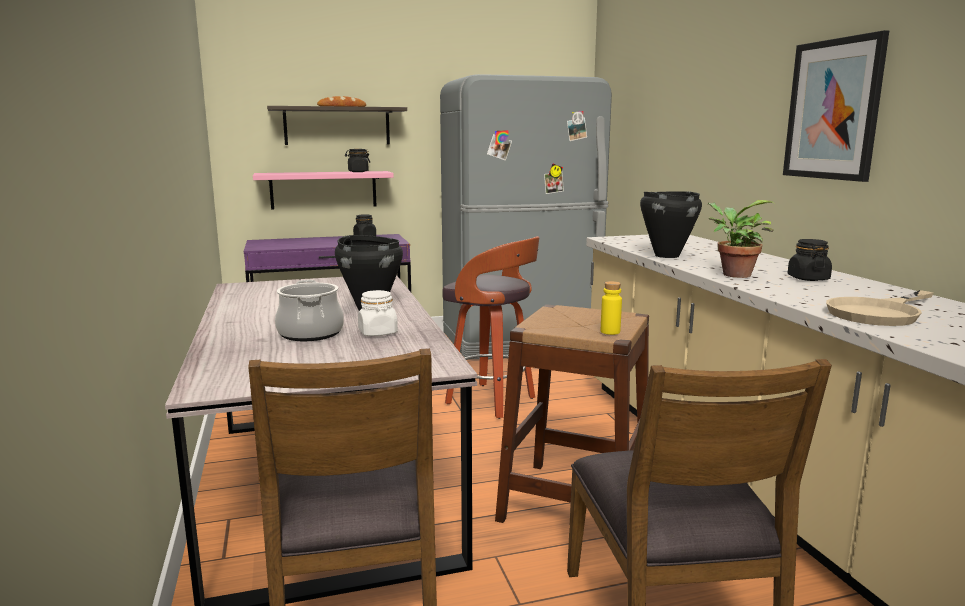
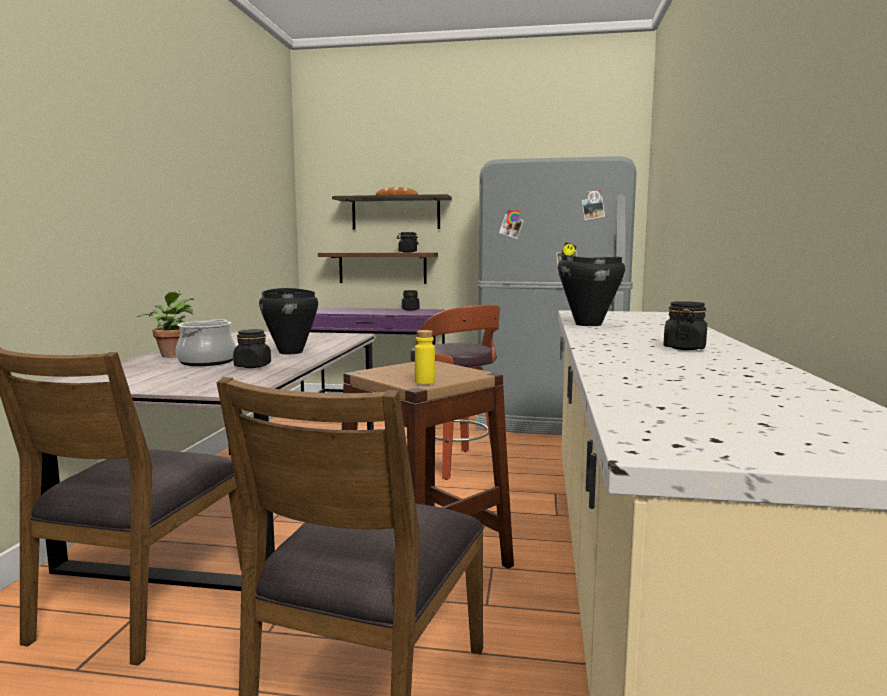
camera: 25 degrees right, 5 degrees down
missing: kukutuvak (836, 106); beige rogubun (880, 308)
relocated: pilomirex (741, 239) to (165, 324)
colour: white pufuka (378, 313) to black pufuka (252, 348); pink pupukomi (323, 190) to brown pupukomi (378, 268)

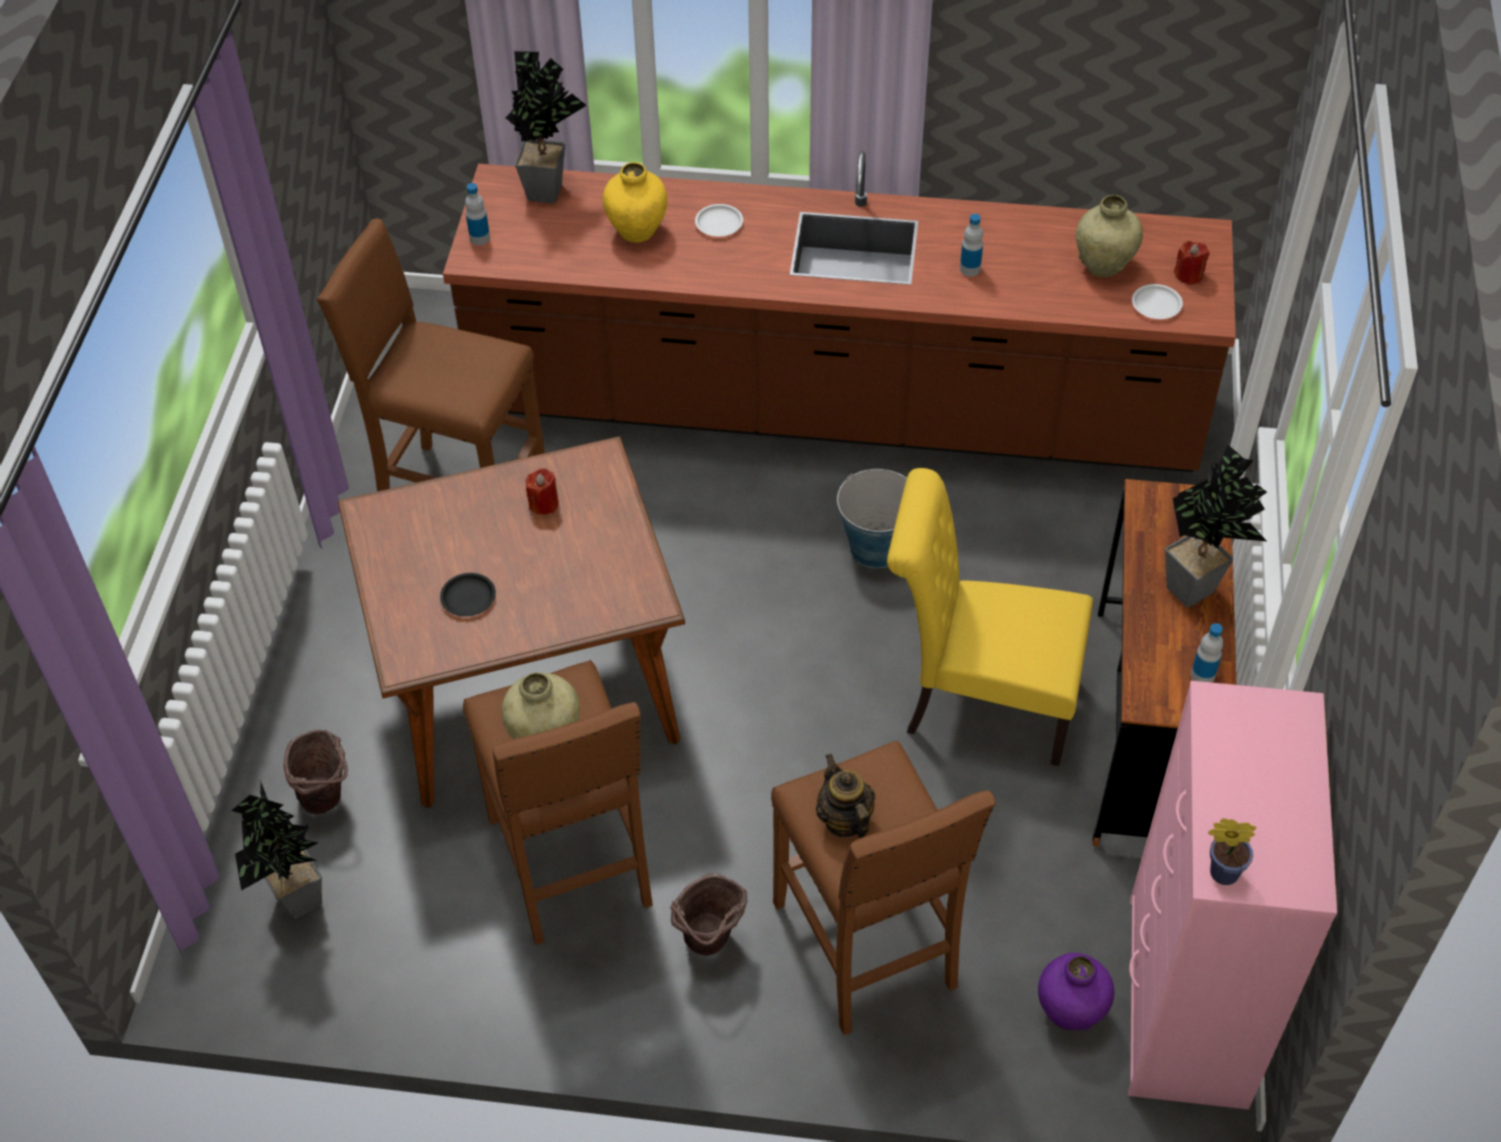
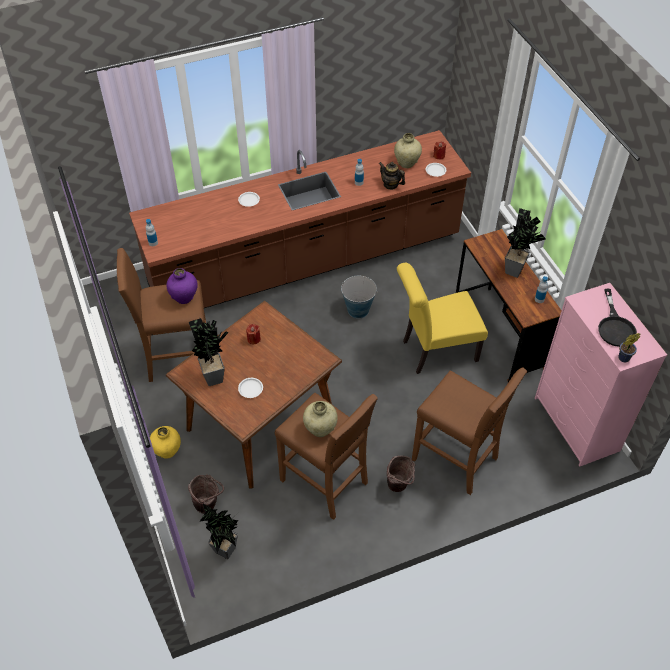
camera: 30 degrees left, 0 degrees up
appeared: black rogubun (617, 318)
relocated: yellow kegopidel (635, 202) to (165, 442); purple kegopidel (1076, 991) to (182, 286); pilomirex (546, 127) to (209, 352); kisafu (845, 796) to (392, 176)
colour: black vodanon (468, 595) to white vodanon (250, 388)

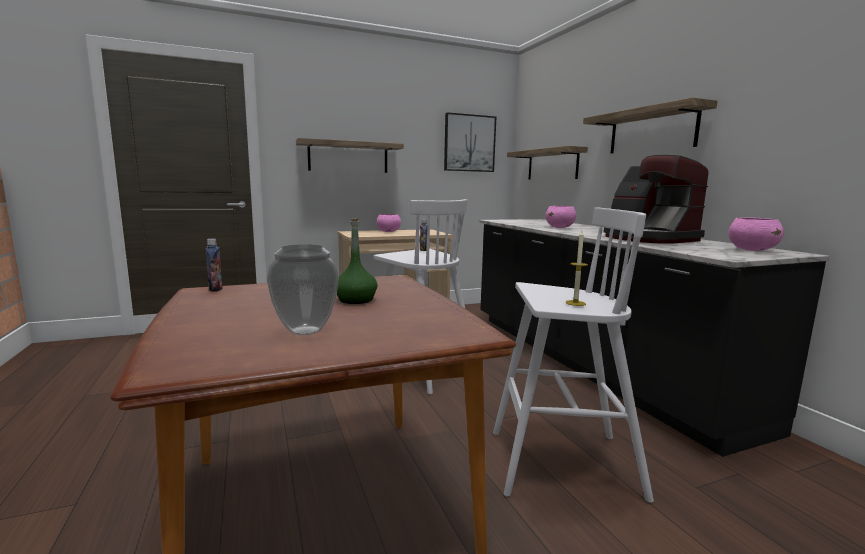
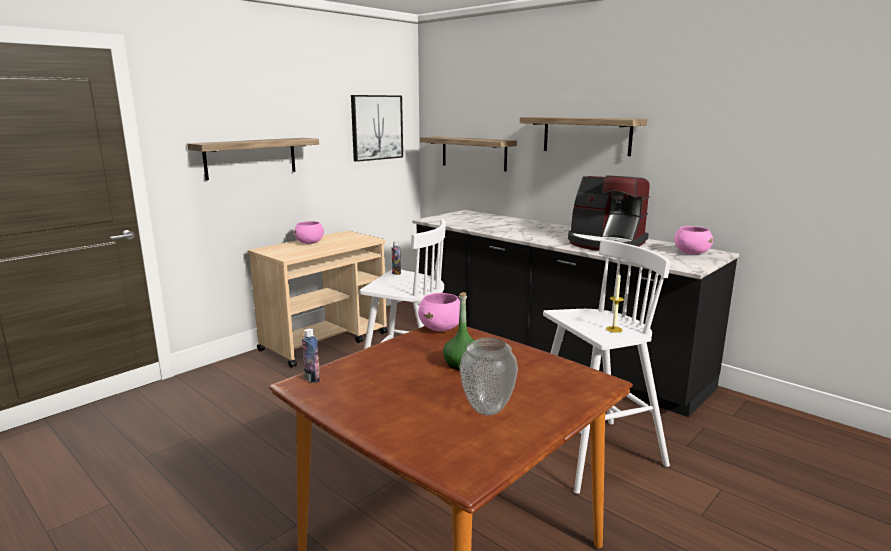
camera: 25 degrees left, 5 degrees up
relocated: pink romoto (560, 217) to (439, 312)

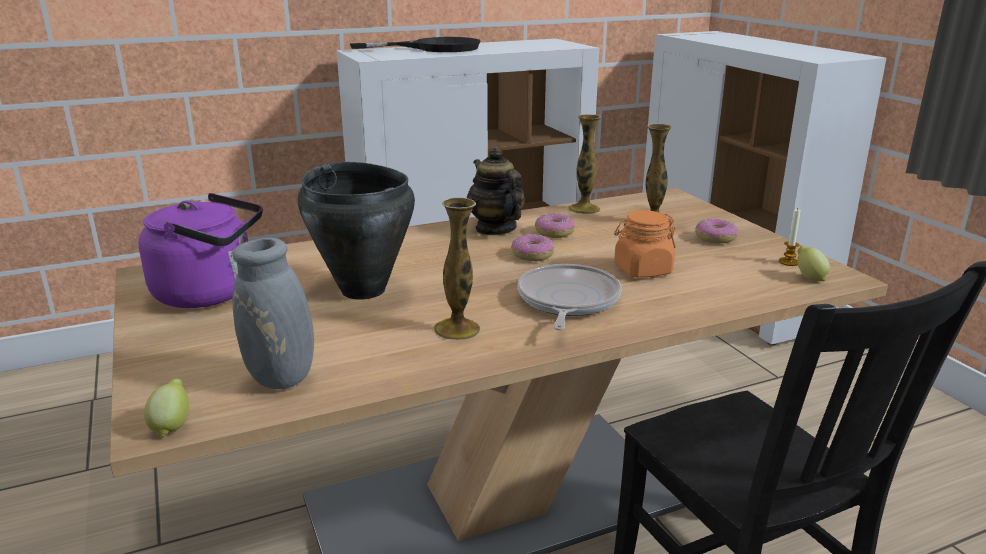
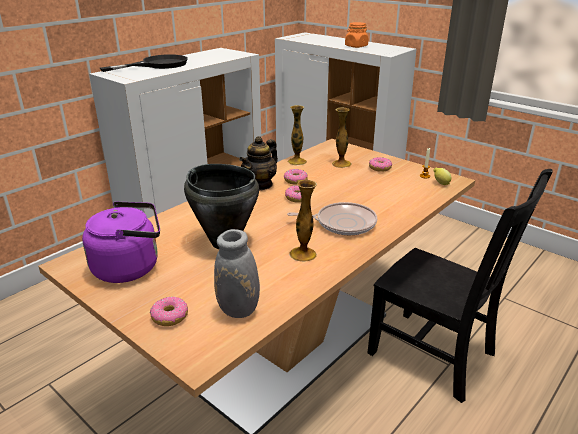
camera: 25 degrees left, 5 degrees up
missing: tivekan (166, 408)
appeared: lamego (169, 311)
relocated: orange pufuka (645, 244) to (356, 35)
spun: kisafu (496, 191) = (258, 163) 90 degrees counterclockwise; rogubun (569, 297) = (332, 218) 105 degrees clockwise

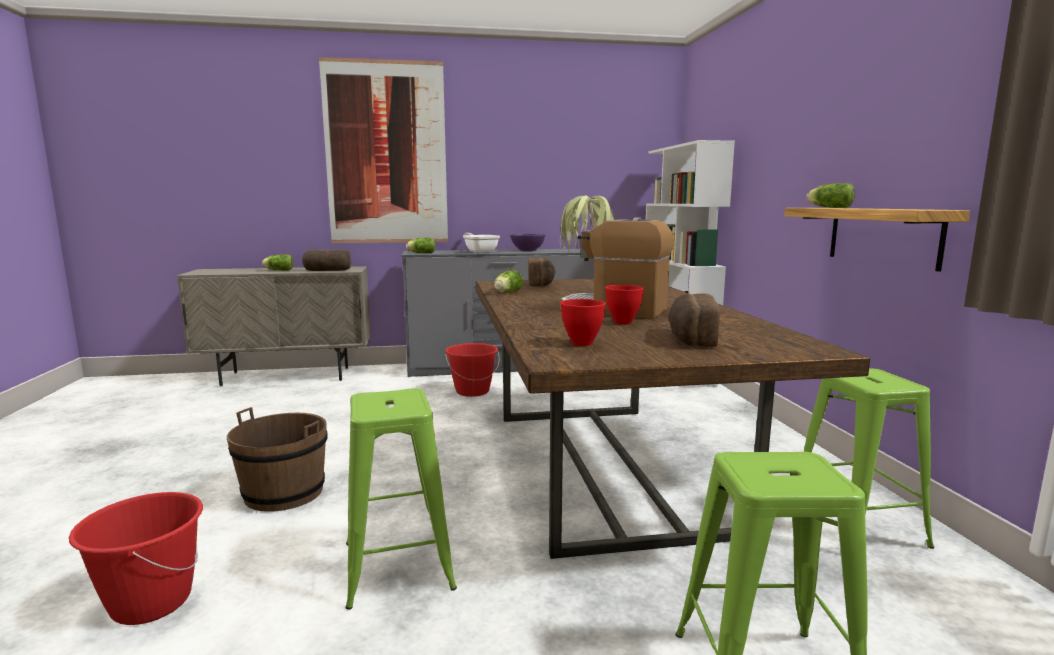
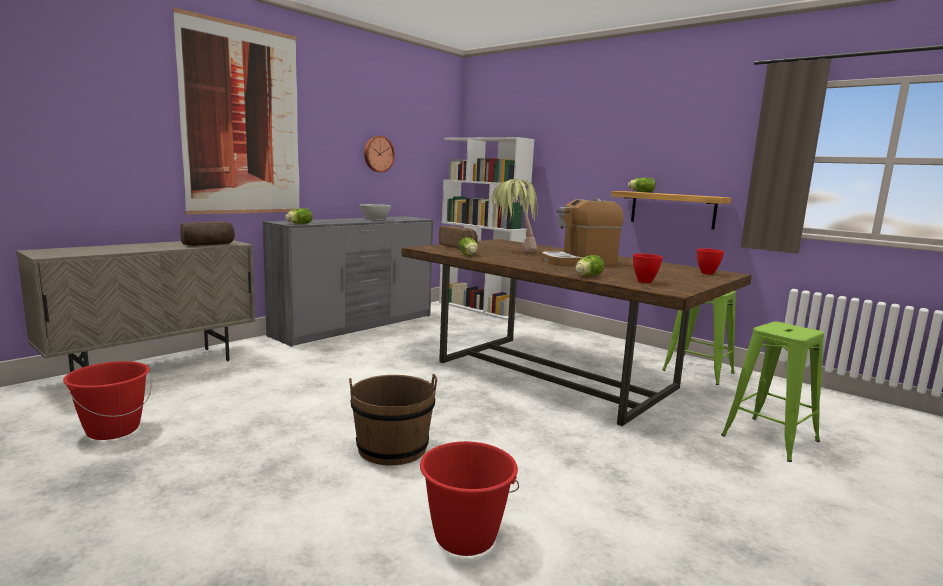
camera: 40 degrees left, 0 degrees up
missing: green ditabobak (401, 499); rogubun (481, 243); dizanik (694, 320)
appeared: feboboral (379, 154)
relocated: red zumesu (472, 370) to (107, 400); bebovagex (277, 262) to (589, 265); red romoto (624, 304) to (710, 261)
colour: purple romoto (528, 243) to white romoto (375, 212)

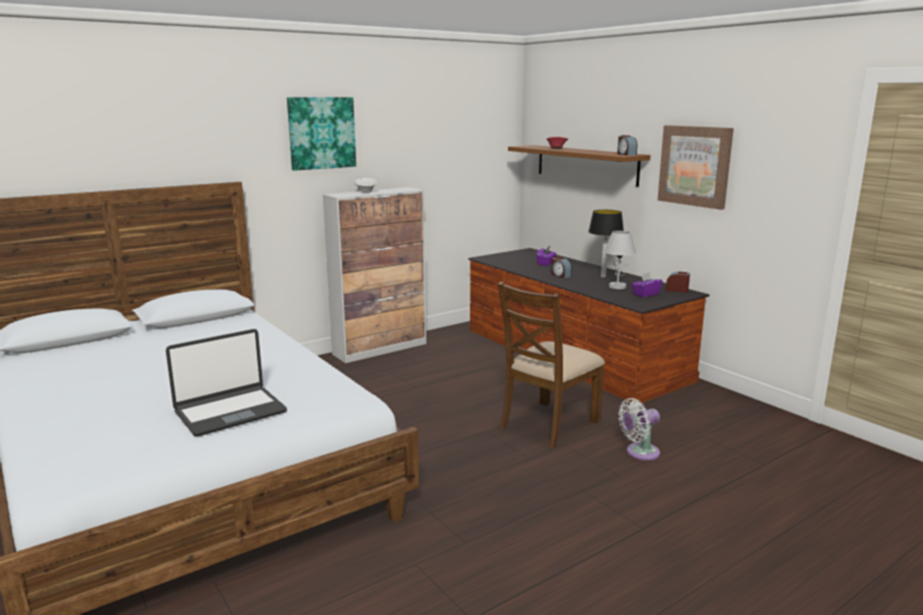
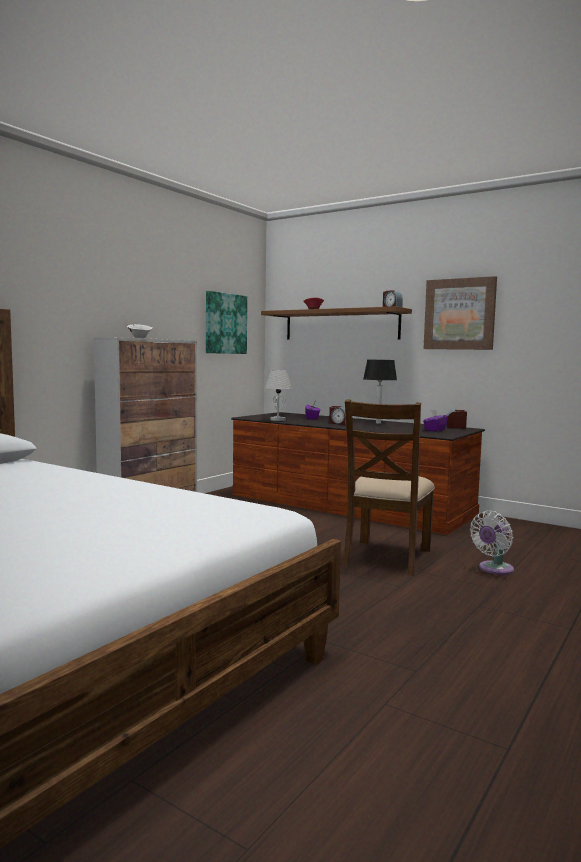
camera: 20 degrees left, 10 degrees down
missing: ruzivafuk (226, 382)
relocated: kukutuvak (321, 134) to (226, 322); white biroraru (620, 260) to (278, 395)

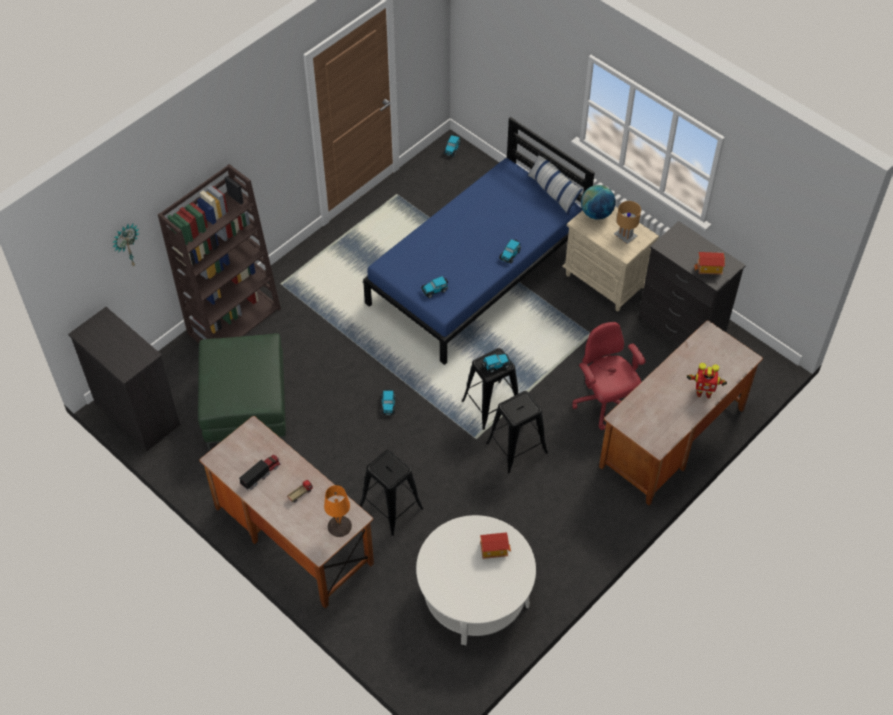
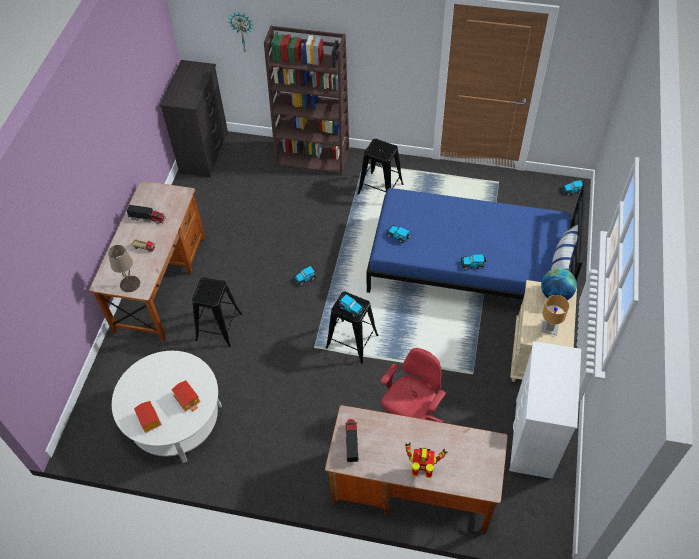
camera: 60 degrees right, 0 degrees up
missing: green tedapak (242, 391)
appeared: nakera (352, 440)
relocated: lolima (709, 263) to (148, 417); black ditabobak (517, 432) to (380, 167)
colour: orange biroraru (338, 511) to beige biroraru (124, 268); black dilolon (692, 283) to white dilolon (545, 410)
spun: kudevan (706, 381) = (426, 460) 120 degrees clockwise

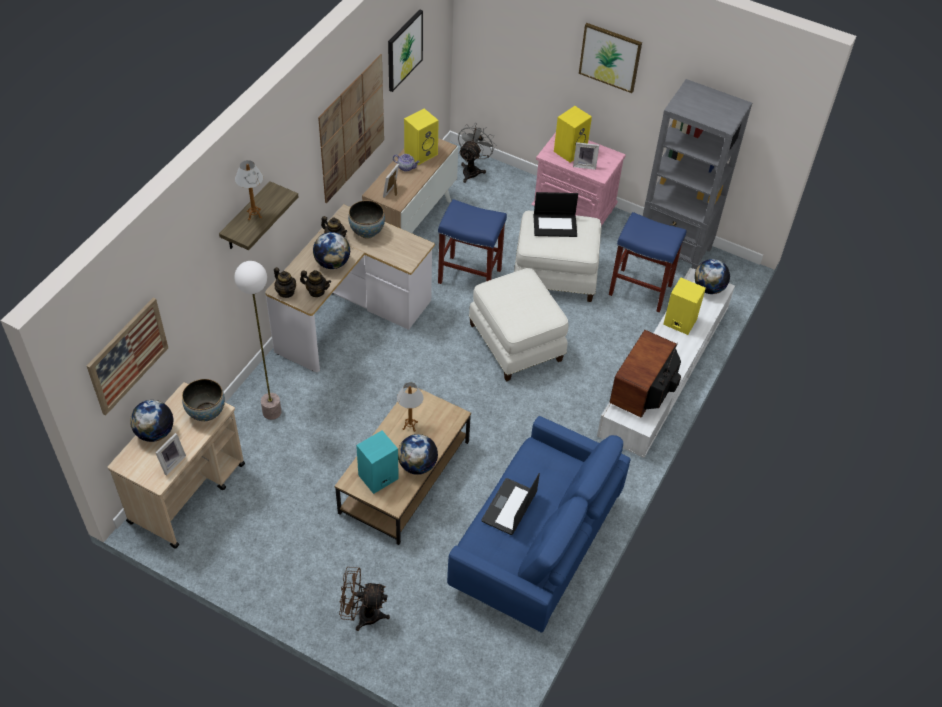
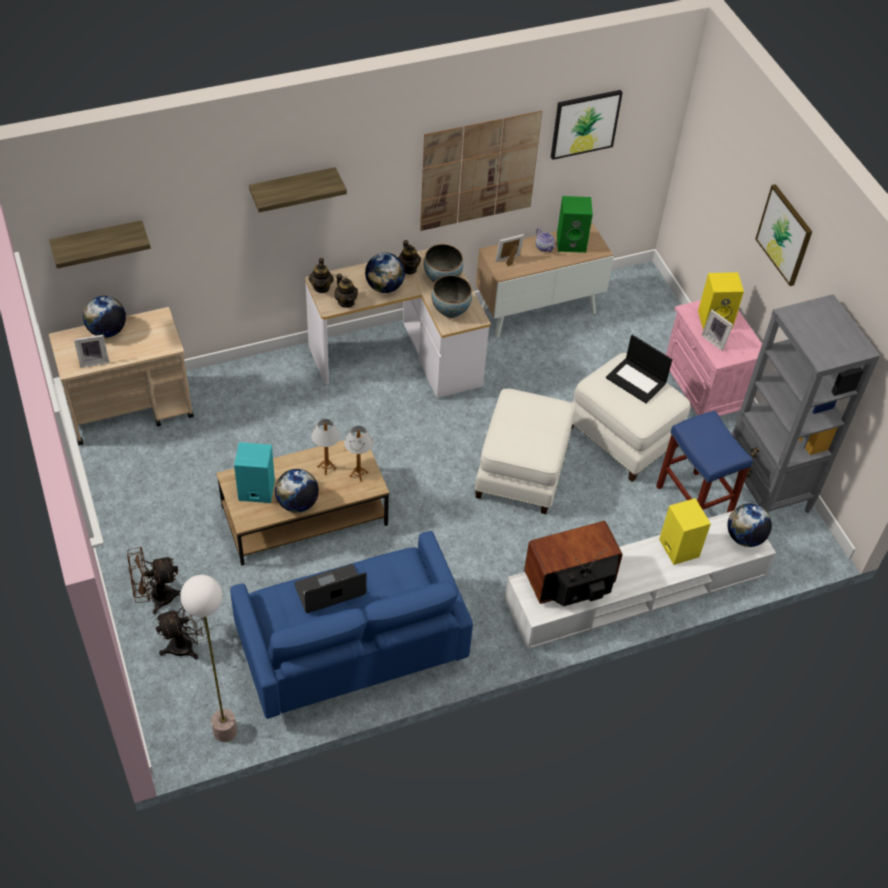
camera: 40 degrees right, 0 degrees up
missing: blue ditabobak (472, 241)
relocated: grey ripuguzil (477, 153) to (182, 625); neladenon (258, 340) to (208, 658); biroraru (249, 190) to (358, 454); romoto (203, 400) to (452, 296)
exchanged: kukutuvak (127, 356) to pupukomi (100, 244)
colour: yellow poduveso (421, 137) to green poduveso (575, 224)
spun: brown ripuguzil (364, 599) = (154, 580) 60 degrees counterclockwise

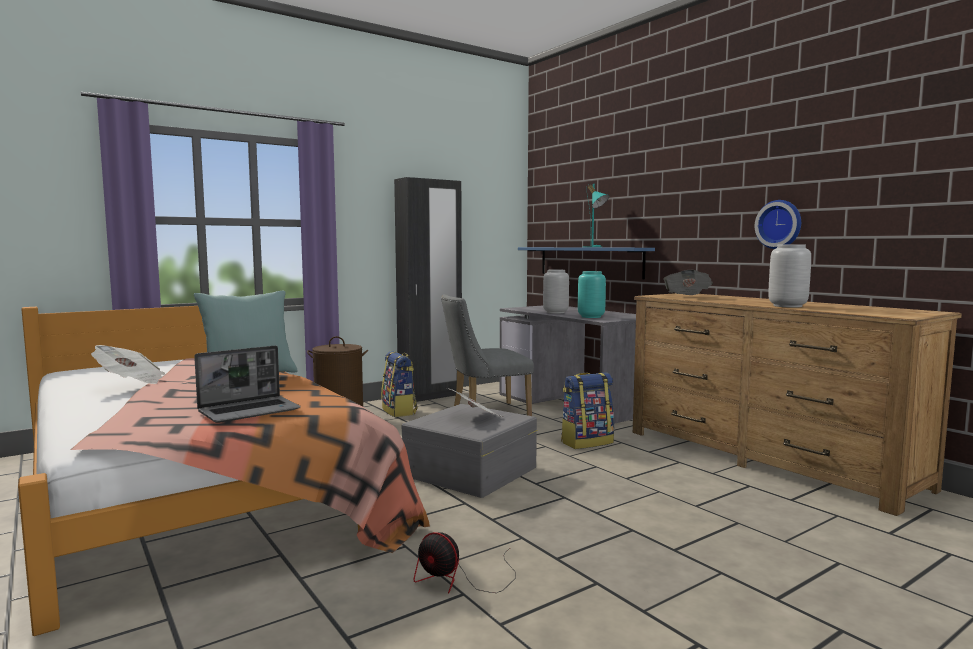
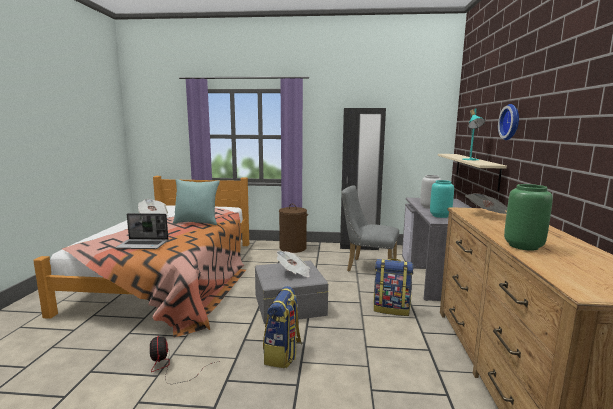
camera: 40 degrees right, 5 degrees up
relocated: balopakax (399, 384) to (282, 327); feboboral (778, 224) to (508, 122)
colour: blue pupukomi (586, 263) to beige pupukomi (472, 172); grey kegopidel (789, 276) to green kegopidel (528, 217)

